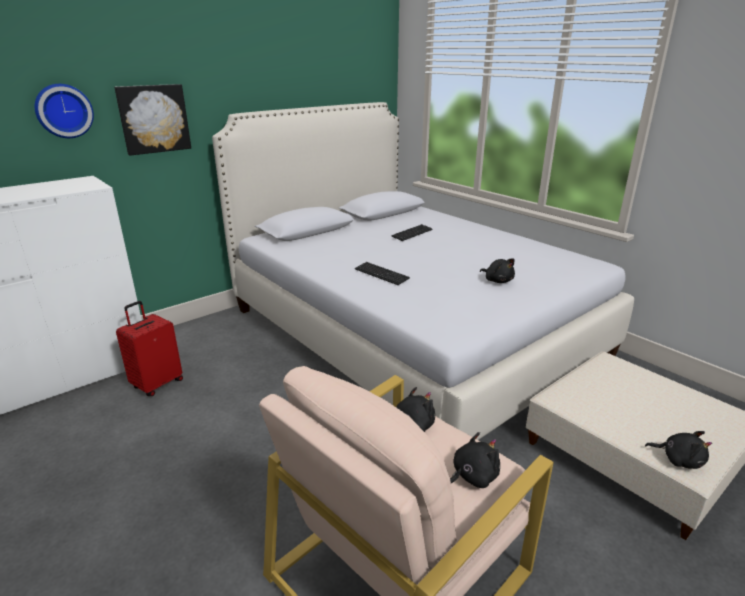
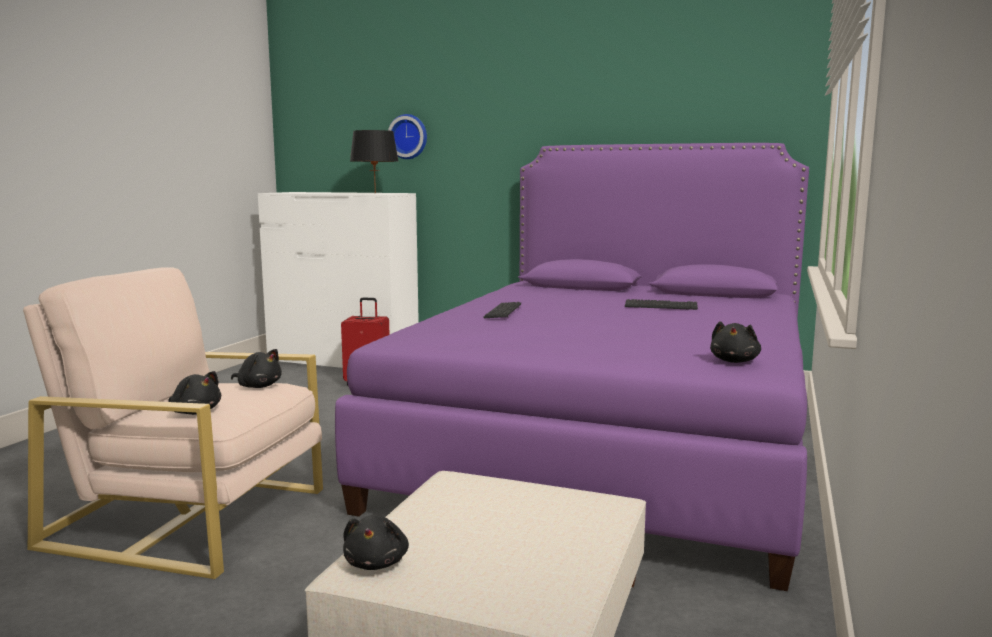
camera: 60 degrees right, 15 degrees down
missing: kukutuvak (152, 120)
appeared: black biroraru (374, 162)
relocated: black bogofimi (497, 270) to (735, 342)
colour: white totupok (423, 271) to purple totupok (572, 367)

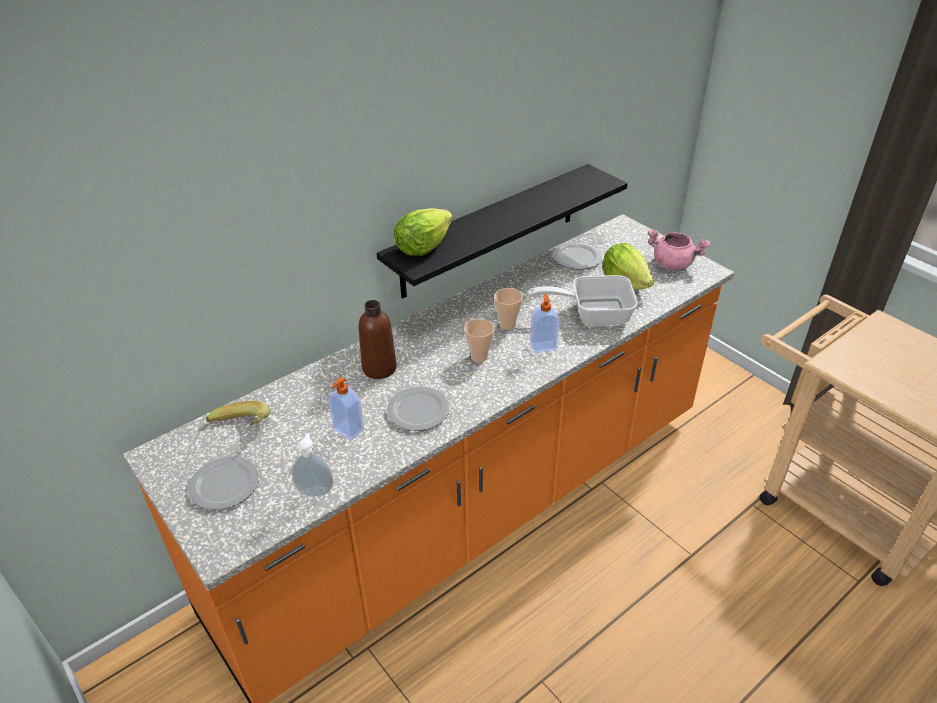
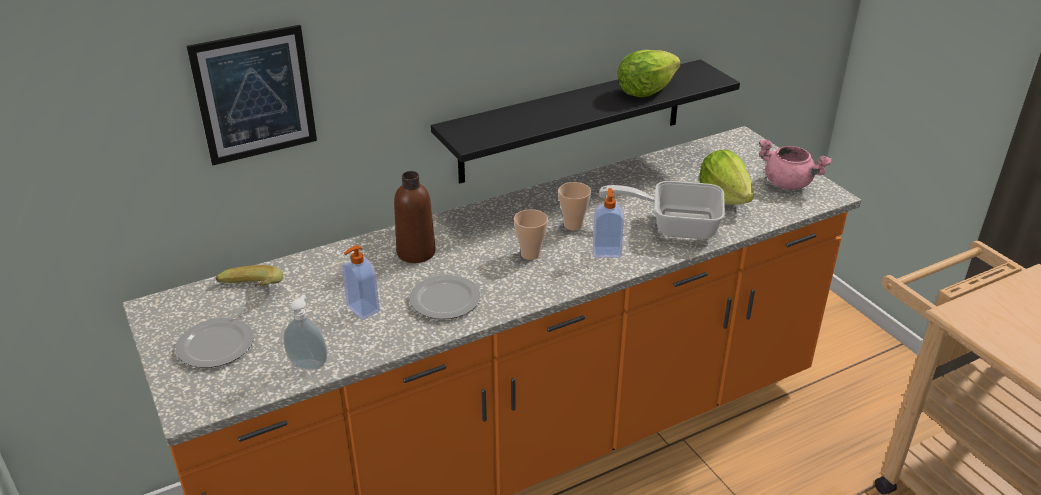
camera: 10 degrees right, 5 degrees down
missing: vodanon (577, 255)
appeared: kukutuvak (252, 95)
relocated: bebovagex (423, 232) to (649, 73)

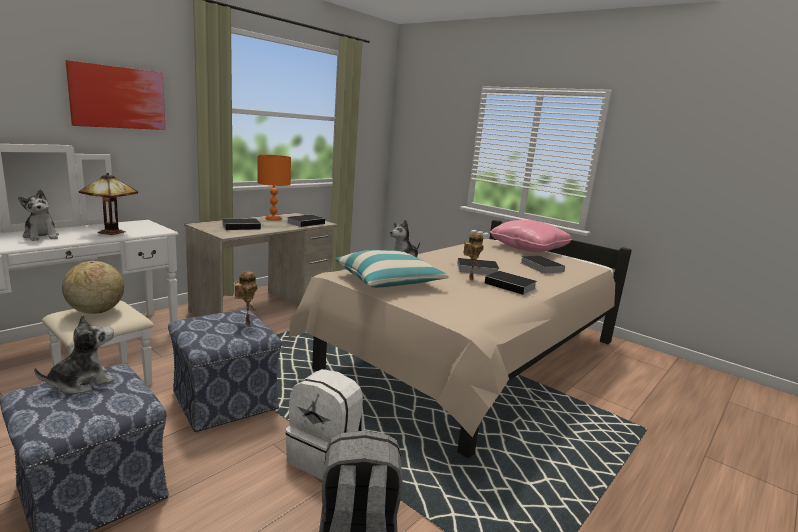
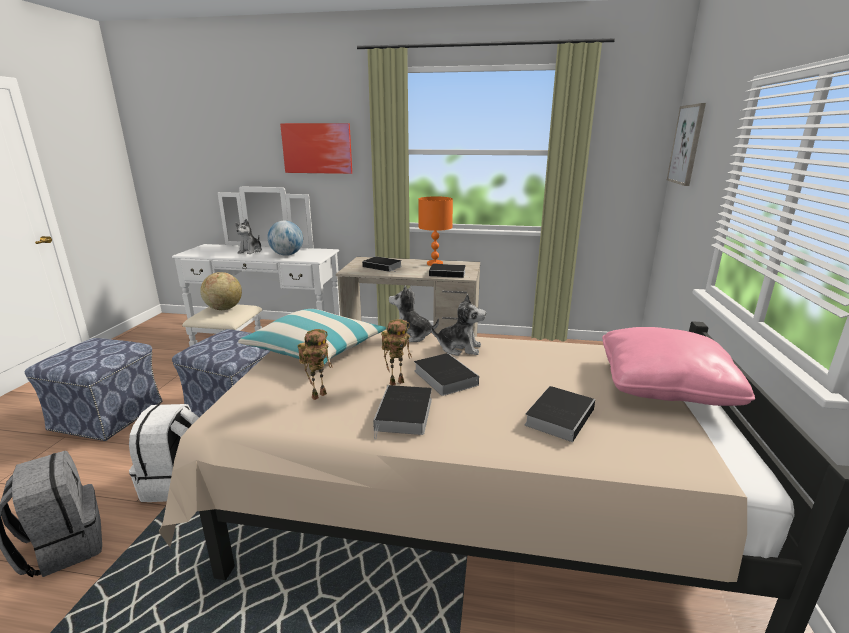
camera: 60 degrees right, 5 degrees up
appeared: kukutuvak (686, 144)
relocated: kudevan (246, 298) to (315, 364); bogofimi (74, 354) to (458, 325)
exchanged: biroraru (108, 204) to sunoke (285, 238)

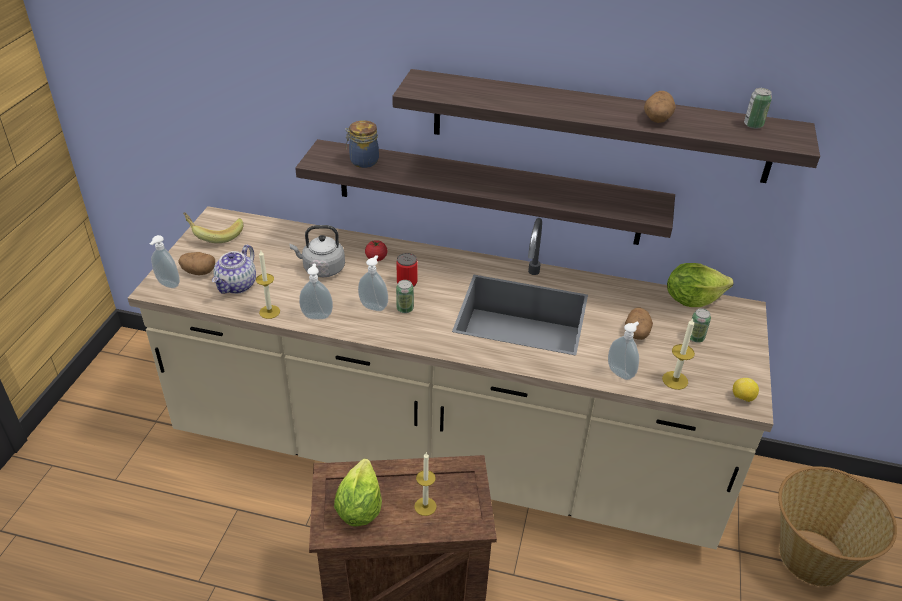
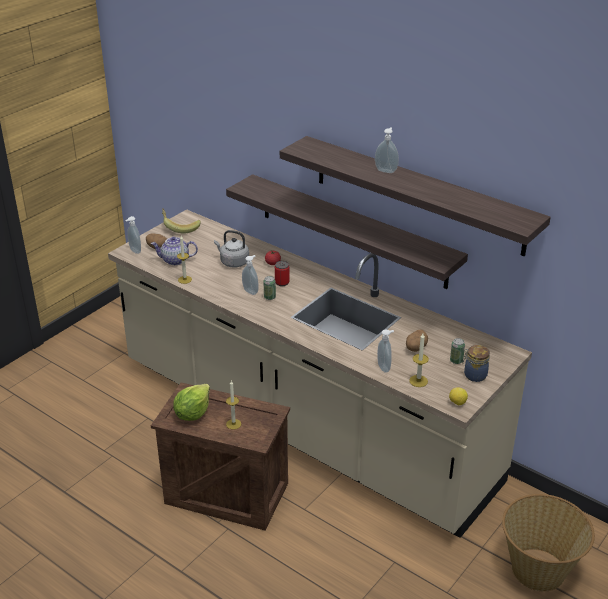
camera: 25 degrees right, 5 degrees down
missing: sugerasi (660, 107); bebovagex (700, 285); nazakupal (758, 108)
relocated: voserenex (316, 291) to (387, 150); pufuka (362, 144) to (476, 363)
spun: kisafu (234, 269) = (174, 250) 45 degrees clockwise

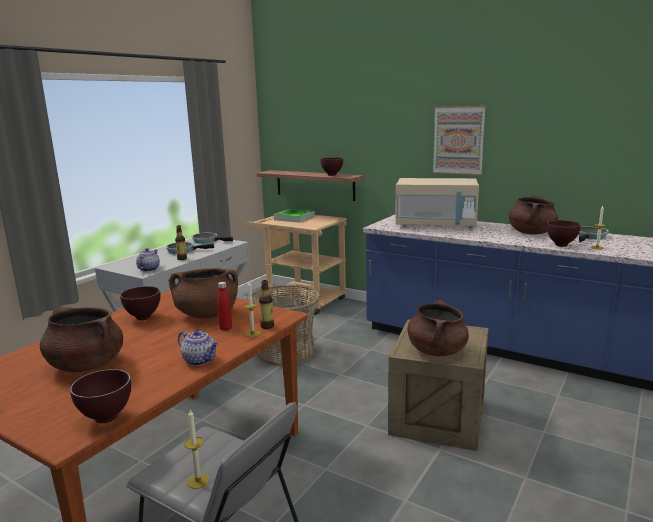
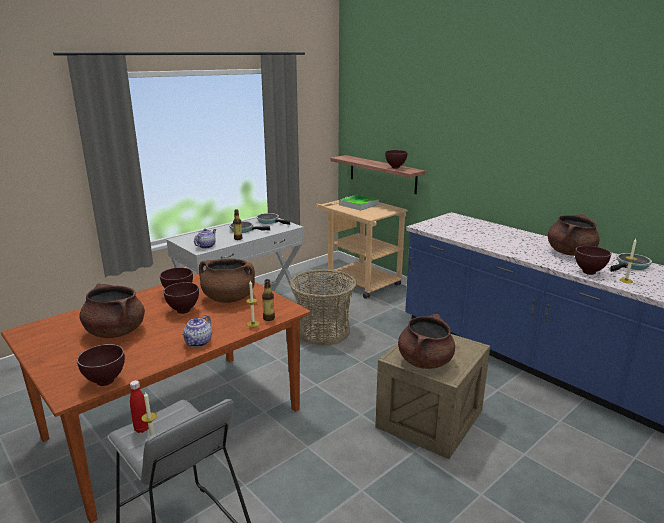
camera: 15 degrees right, 5 degrees up
missing: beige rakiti (437, 203); kukutuvak (459, 140)
appeared: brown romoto (181, 298)
relocated: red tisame (224, 306) to (139, 406)
spun: kisafu (198, 348) = (197, 331) 60 degrees clockwise

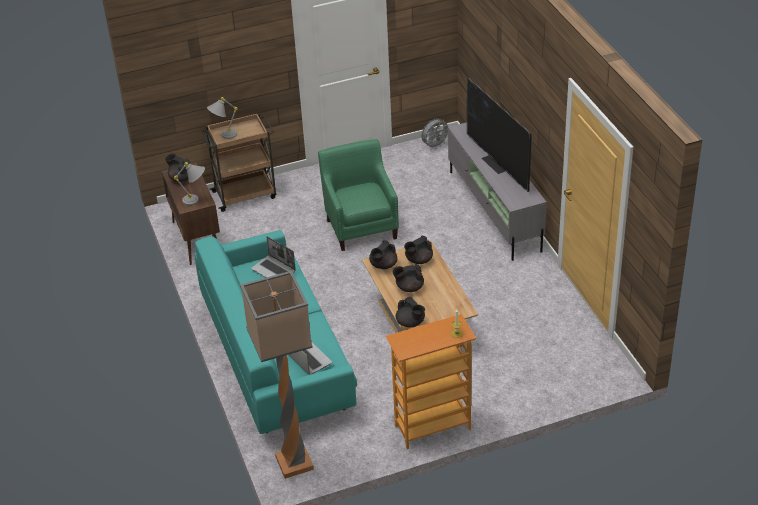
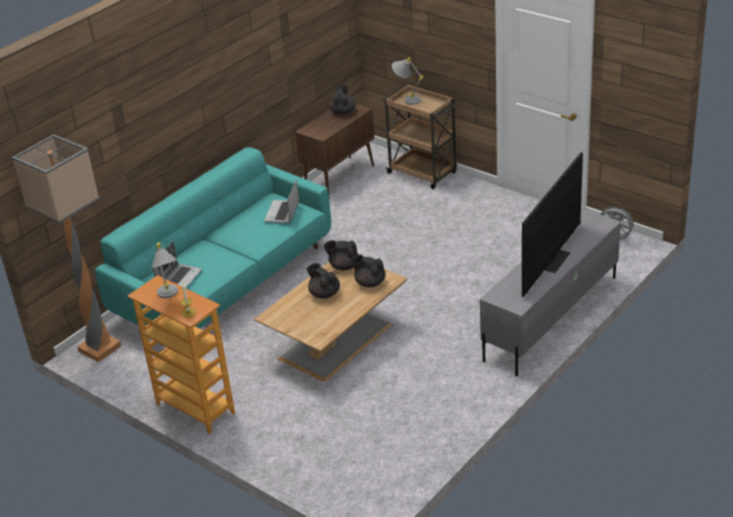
camera: 60 degrees right, 5 degrees down
missing: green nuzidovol (358, 195); black kisafu (410, 312)
relocated: grey biroraru (189, 183) to (164, 270)

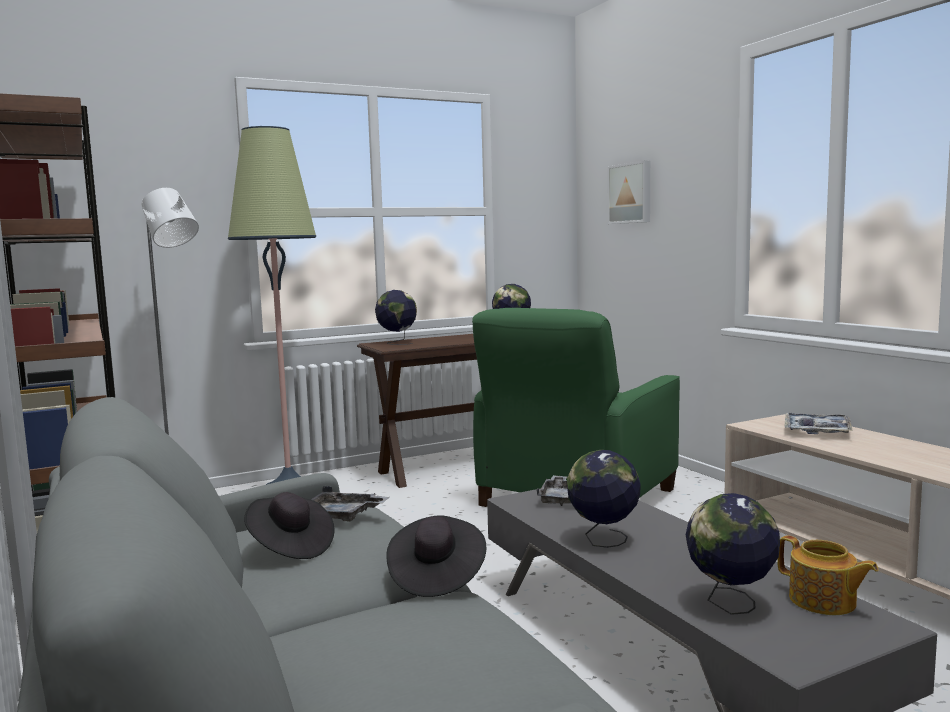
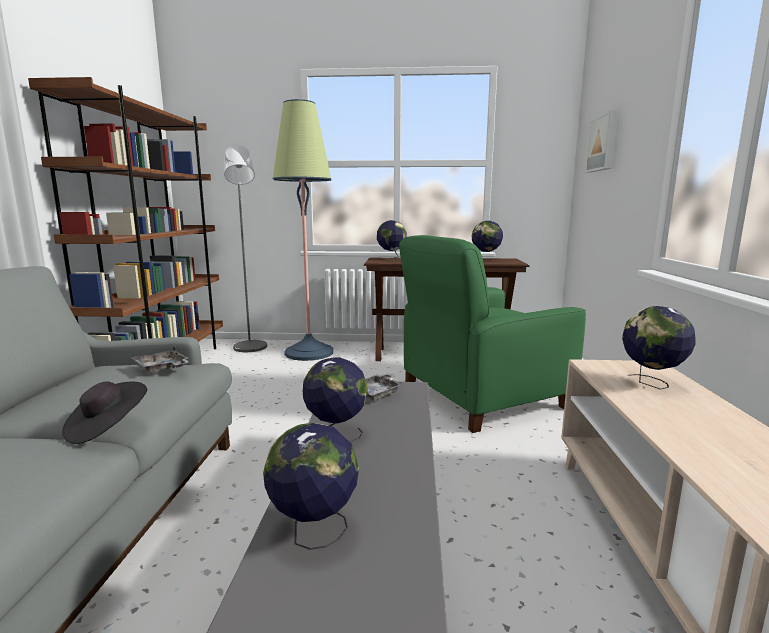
camera: 30 degrees right, 5 degrees up
missing: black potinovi (289, 525); kisafu (828, 575)
exchanged: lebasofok (818, 423) to sunoke (659, 348)

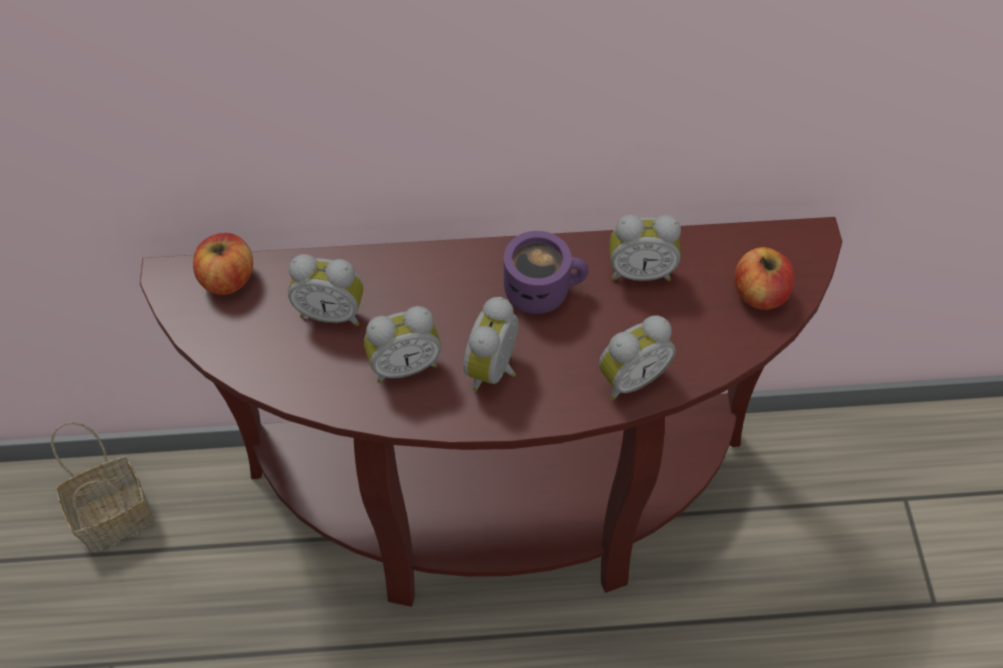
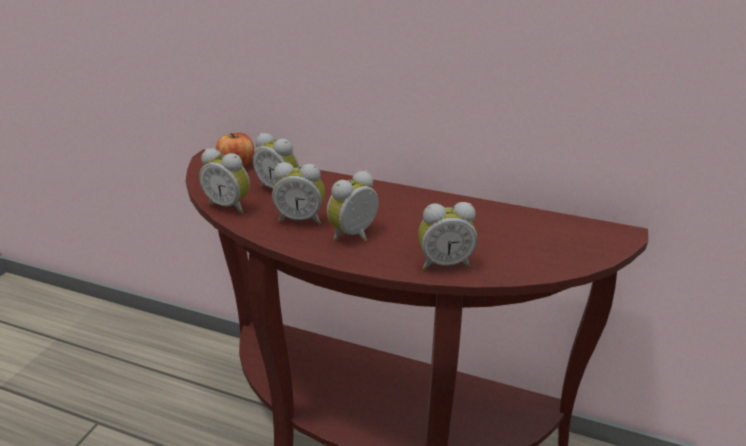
camera: 25 degrees right, 25 degrees down
missing: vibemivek (102, 486); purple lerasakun (546, 272); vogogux (764, 278)
relocated: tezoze (645, 248) to (224, 181)

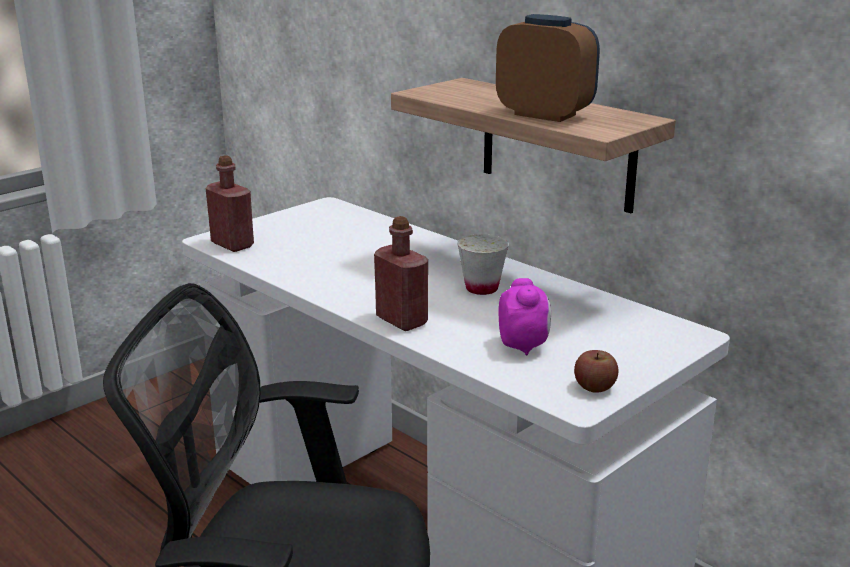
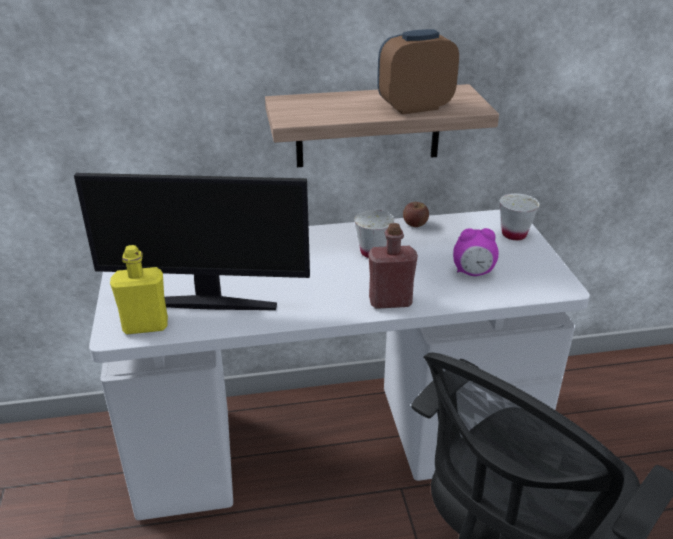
camera: 55 degrees left, 10 degrees up
appeared: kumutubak (192, 241); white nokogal (519, 216)
relocated: vogogux (596, 371) to (416, 214)
colour: red tisame (230, 203) to yellow tisame (139, 289)
spun: tezoze (524, 317) = (476, 252) 150 degrees clockwise

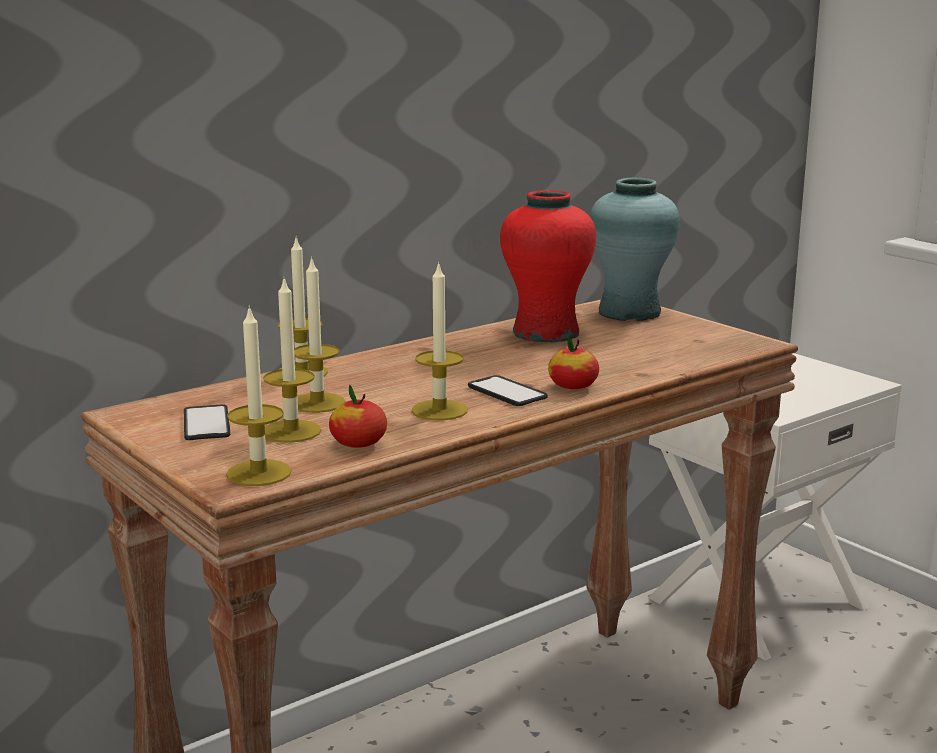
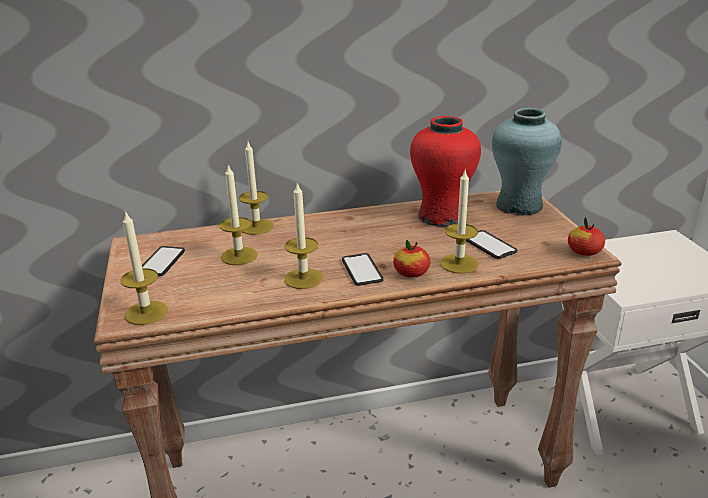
camera: 25 degrees right, 10 degrees up
appeared: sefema (492, 244)
relocated: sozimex (292, 359) to (459, 222); vogogux (358, 416) to (586, 236)

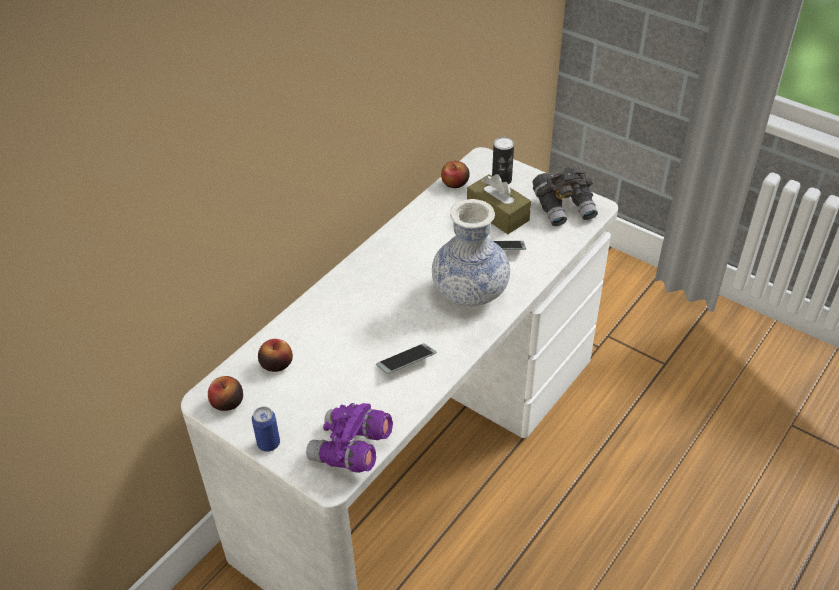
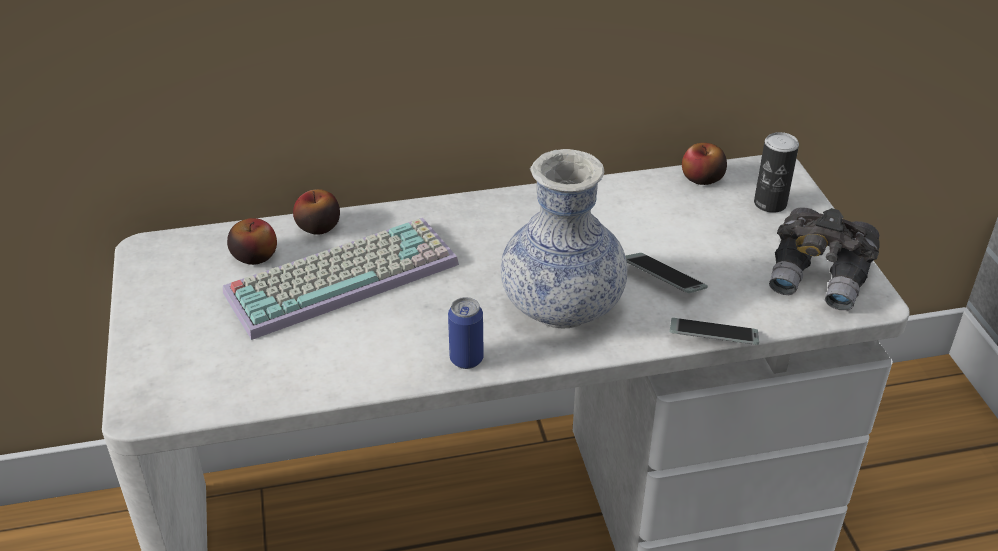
camera: 40 degrees right, 5 degrees down
missing: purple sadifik (349, 438); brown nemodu (499, 204)
appeared: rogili (341, 279)
relocated: vogogux (225, 393) to (316, 212); nazakupal (266, 429) to (465, 333); sefema (406, 358) to (714, 331)

